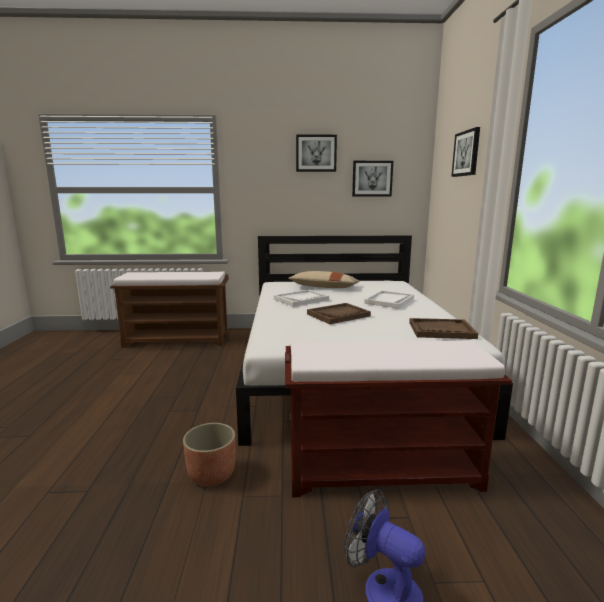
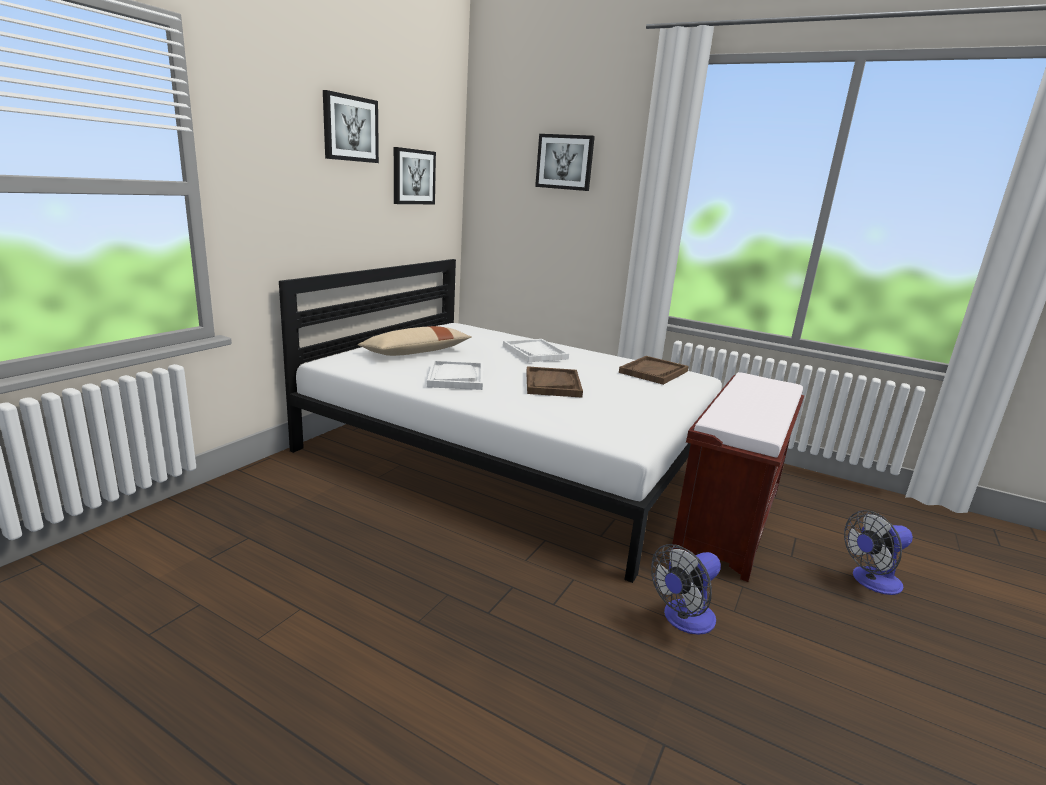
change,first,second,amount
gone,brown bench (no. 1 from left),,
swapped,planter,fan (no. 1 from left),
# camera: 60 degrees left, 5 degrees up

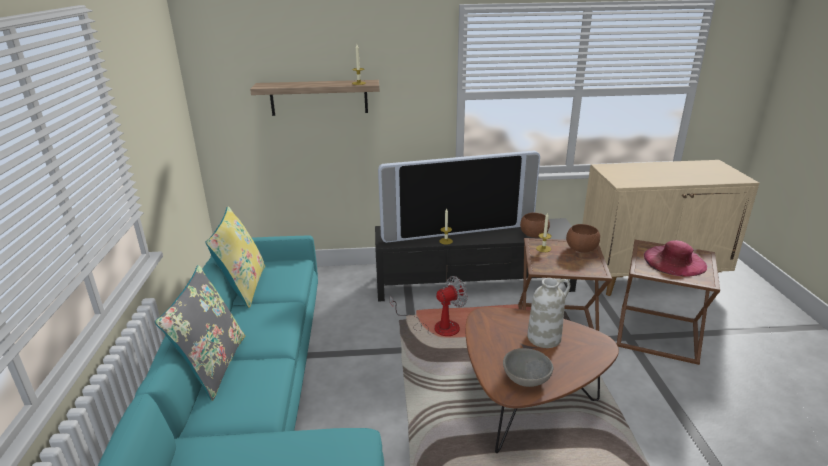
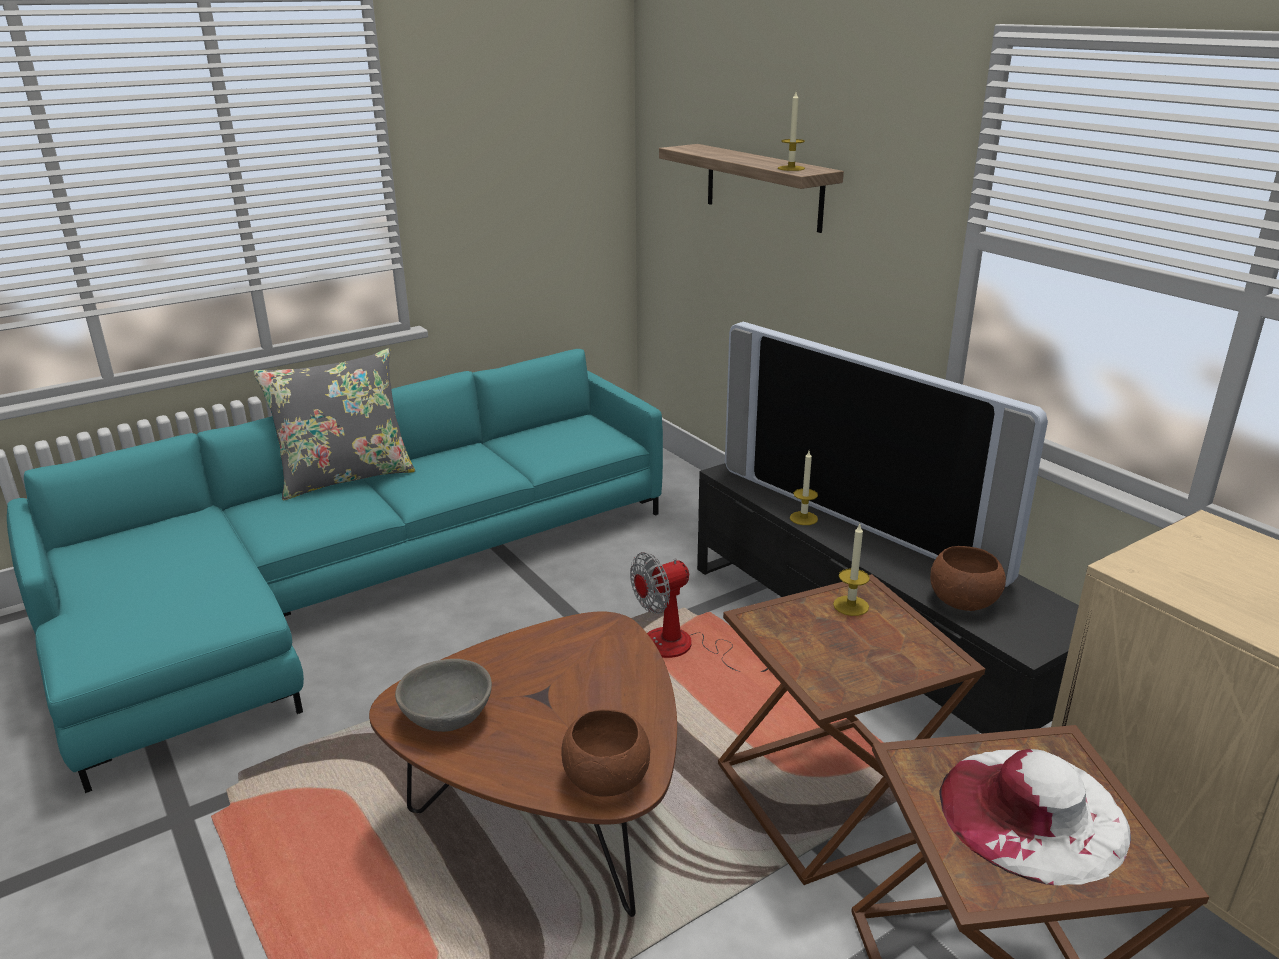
change,first,second,amount
gone,yellow pillow,,
rotated,fan,,120 degrees clockwise
gone,white vase,,
shifted,brown bowl (no. 2 from left in the first image),brown bowl (no. 1 from left),
repainted,pink hat,white hat,
# camera: 60 degrees right, 0 degrees up

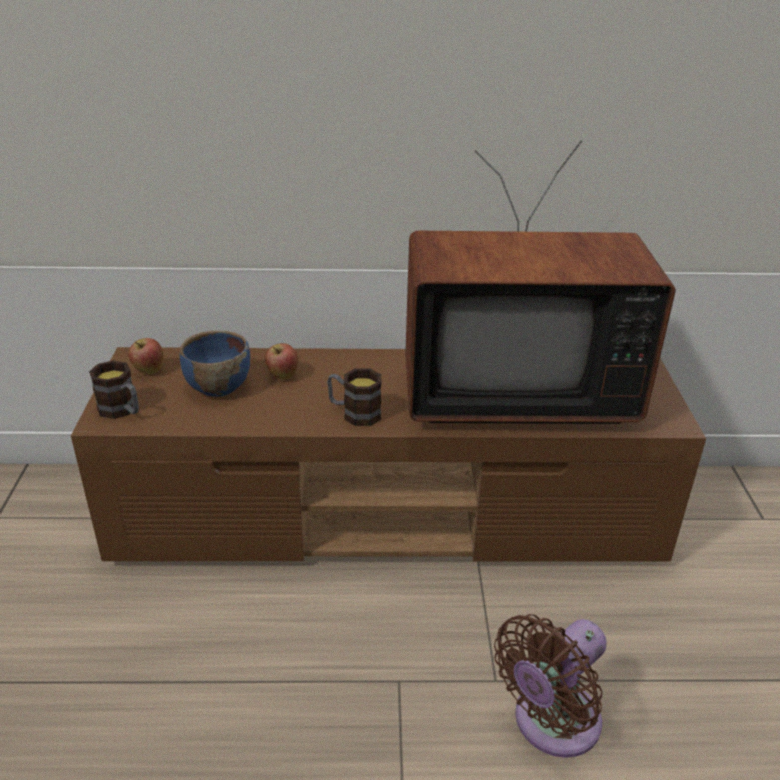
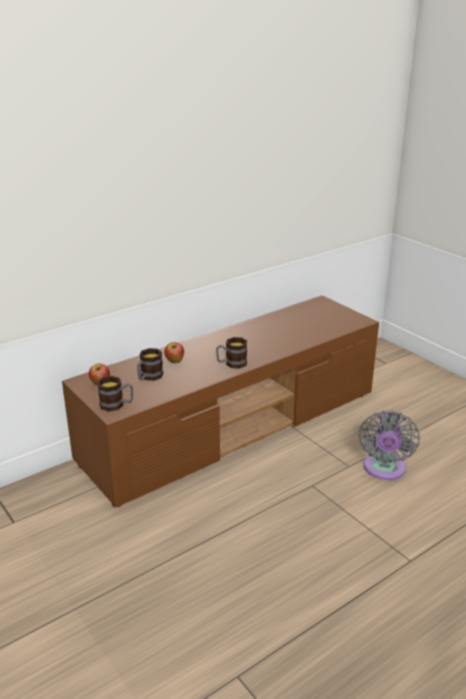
change,first,second,amount
swapped,blue bowl,mug (no. 2 from left),
gone,television,,
repainted,brown fan,grey fan,
# camera: 35 degrees left, 5 degrees down

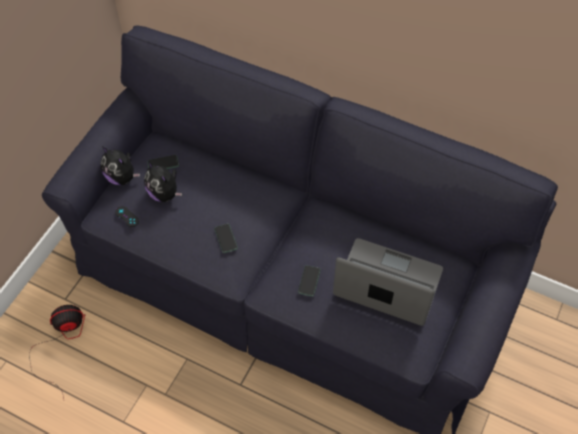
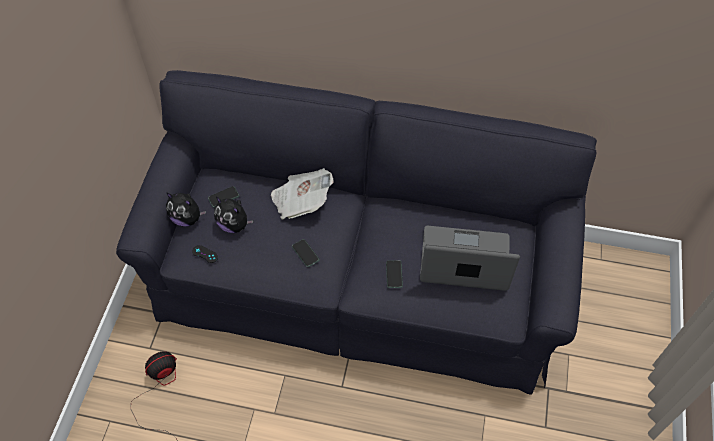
change,first,second,amount
new,,newspaper,
# camera: 15 degrees left, 0 degrees up

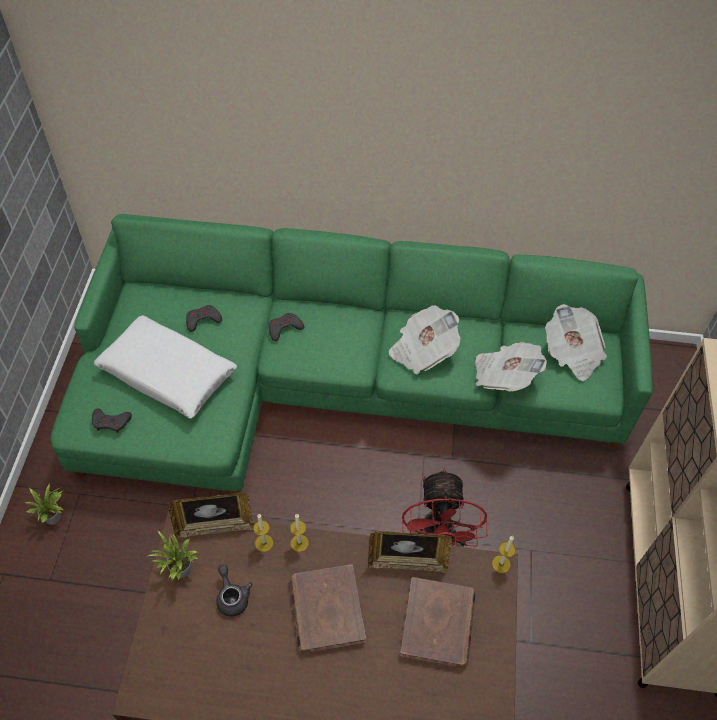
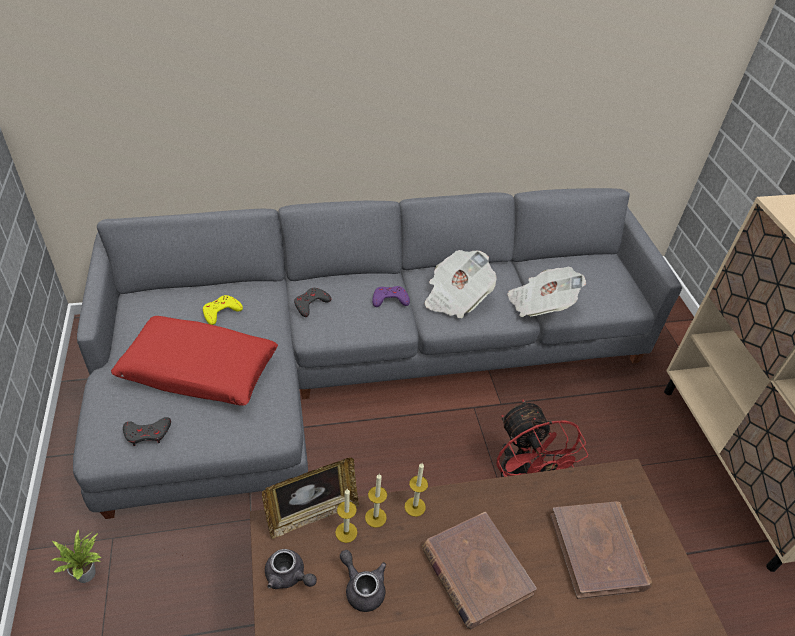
change,first,second,amount
repainted,green sofa,grey sofa,
repainted,white pillow,red pillow,
swapped,potted plant (no. 2 from left),grey teapot (no. 1 from left),
repainted,grey game controller (no. 2 from left),yellow game controller,
gone,picture frame (no. 2 from left),,
shifted,candle (no. 3 from left in the first image),candle (no. 1 from left),
gone,newspaper (no. 3 from left),,
new,,purple game controller,
# camera: 20 degrees left, 10 degrees down

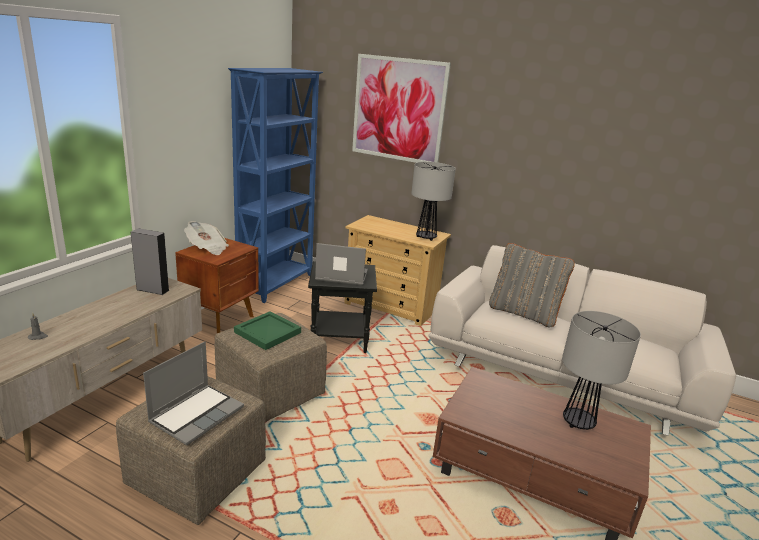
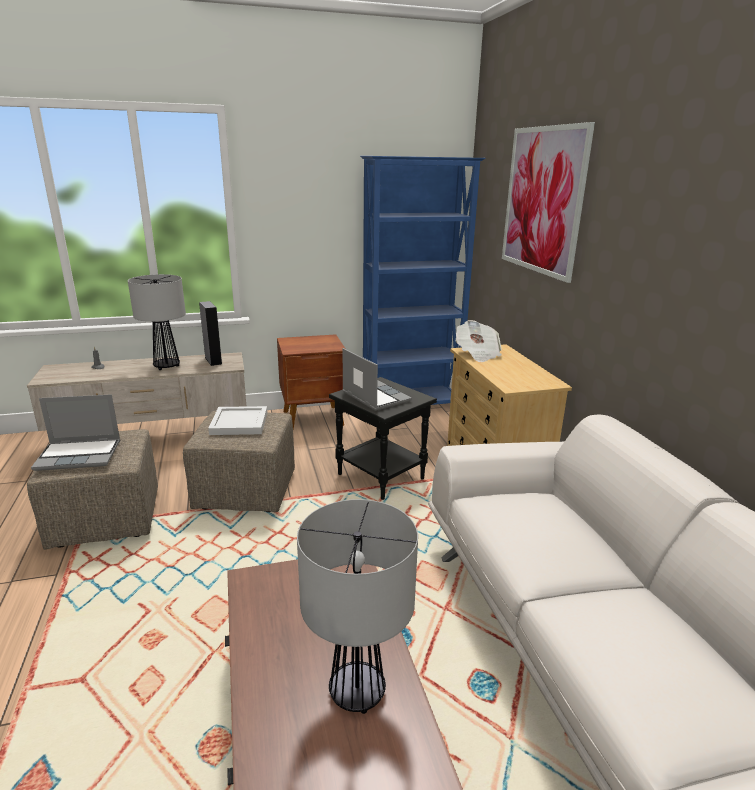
change,first,second,amount
shifted,newspaper,,
repainted,green tray,white tray,
shifted,table lamp (no. 1 from left),,
gone,grey pillow,,
# camera: 50 degrees right, 0 degrees up

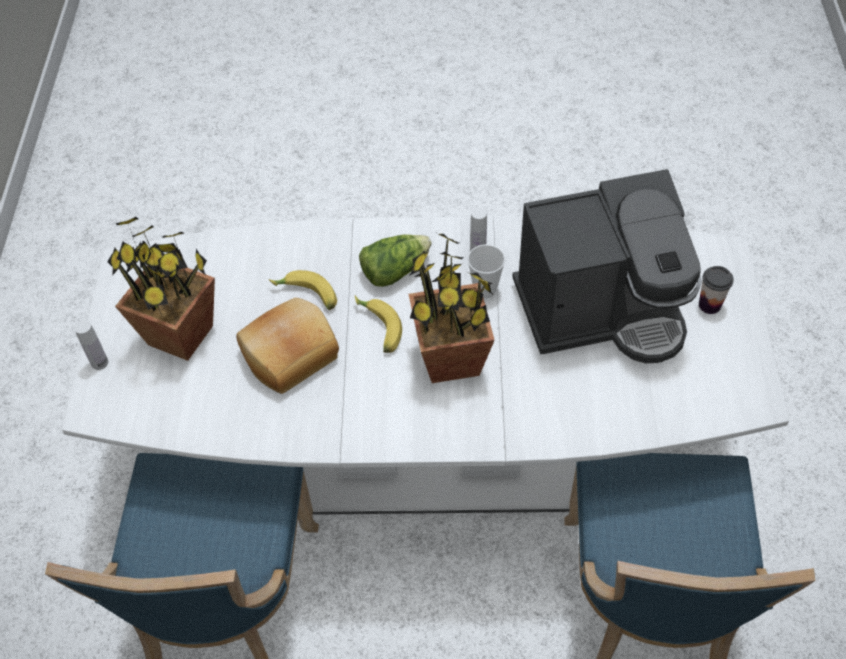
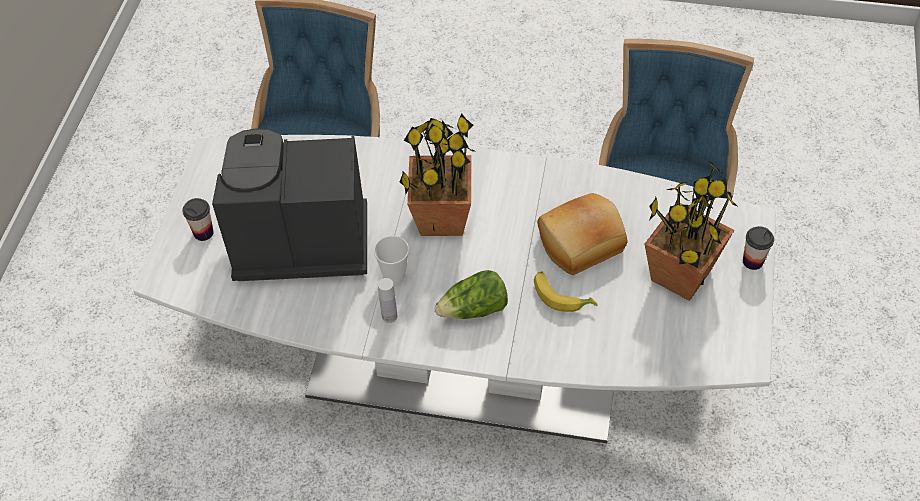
change,first,second,amount
swapped,white bottle (no. 1 from left),cup (no. 3 from left),
gone,banana (no. 2 from left),,
# camera: 170 degrees left, 0 degrees up

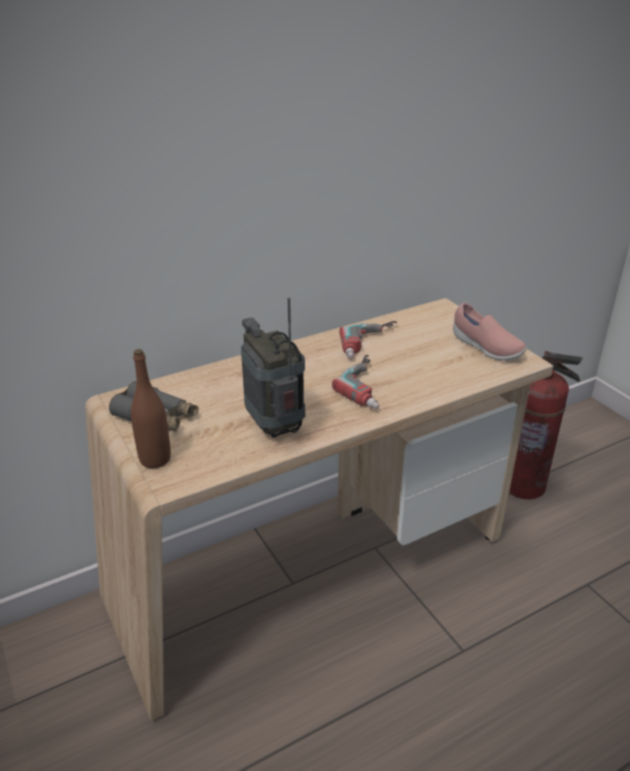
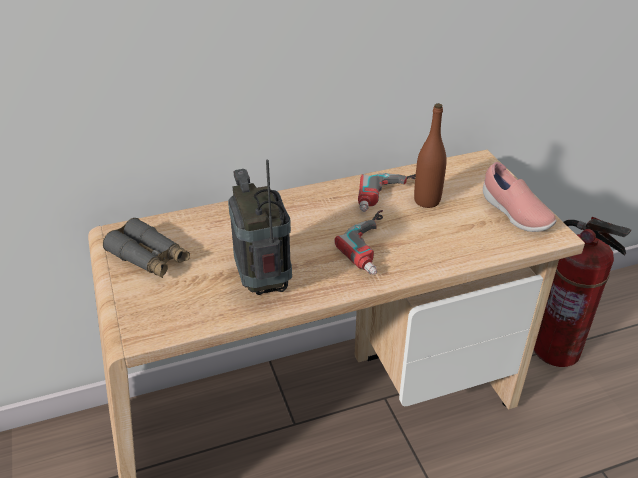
change,first,second,amount
shifted,brown bottle,,
# camera: 10 degrees right, 5 degrees up

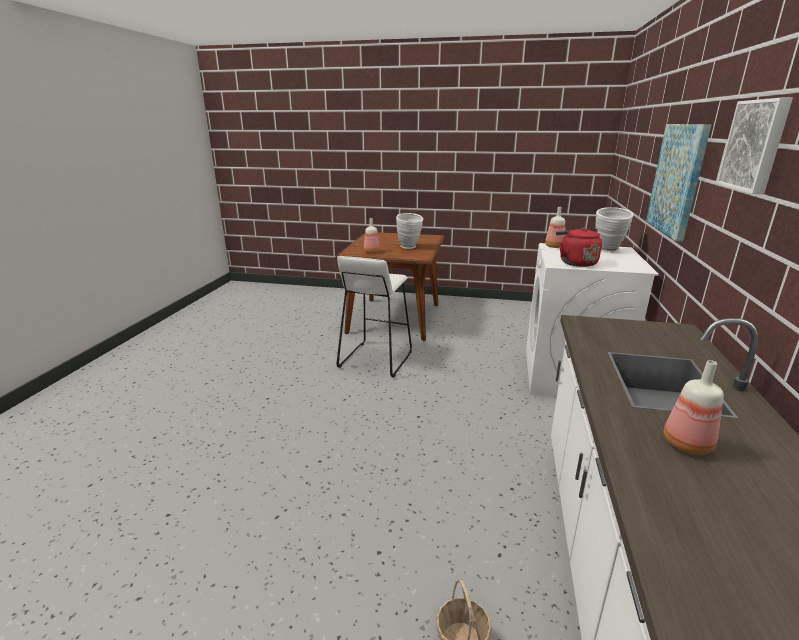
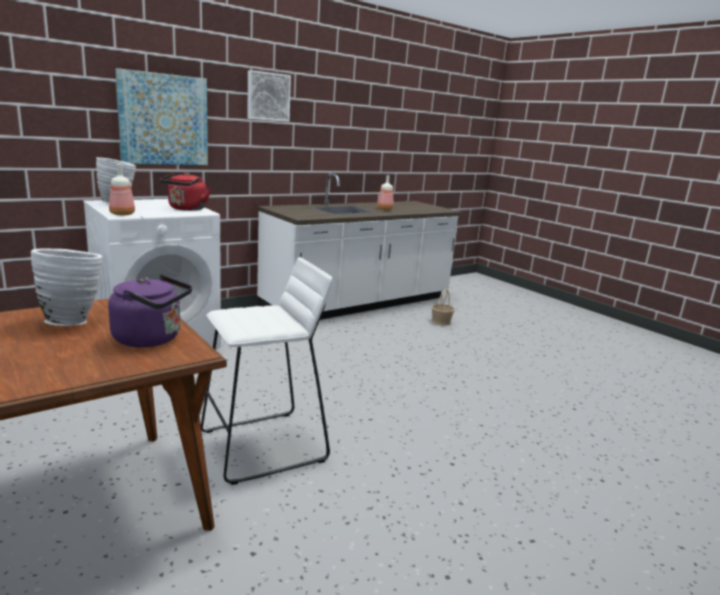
change,first,second,amount
swapped,bottle (no. 1 from left),purple kettle,
# camera: 140 degrees left, 5 degrees down

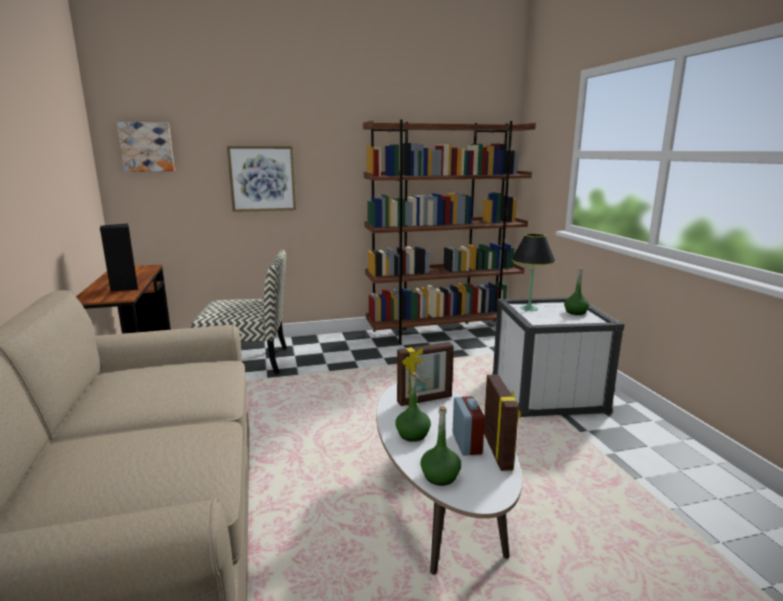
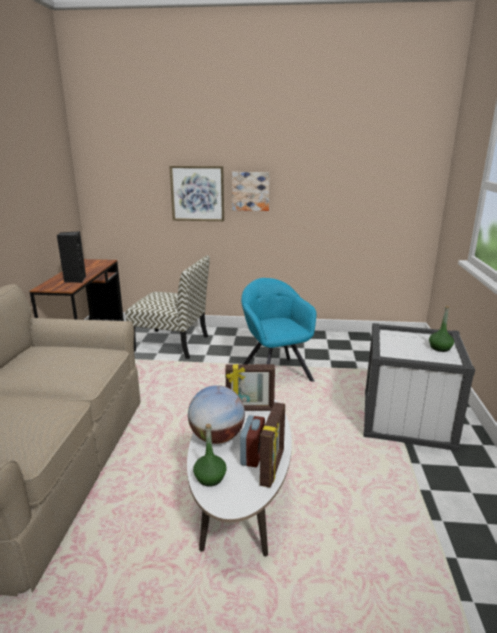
change,first,second,amount
shifted,picture (no. 1 from left in the first image),picture (no. 2 from left),
gone,brown bookcase,,
swapped,green bottle (no. 1 from left),globe,
gone,black table lamp,,
new,,turquoise armchair,
# camera: 20 degrees right, 5 degrees up

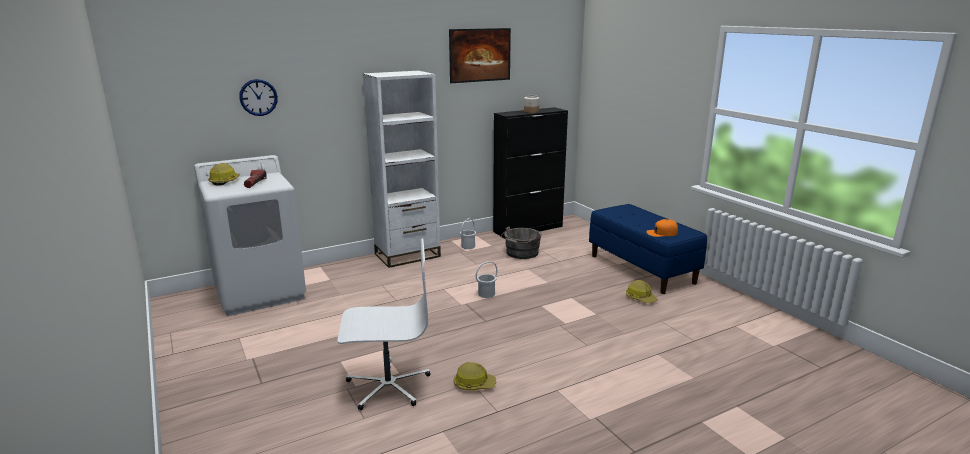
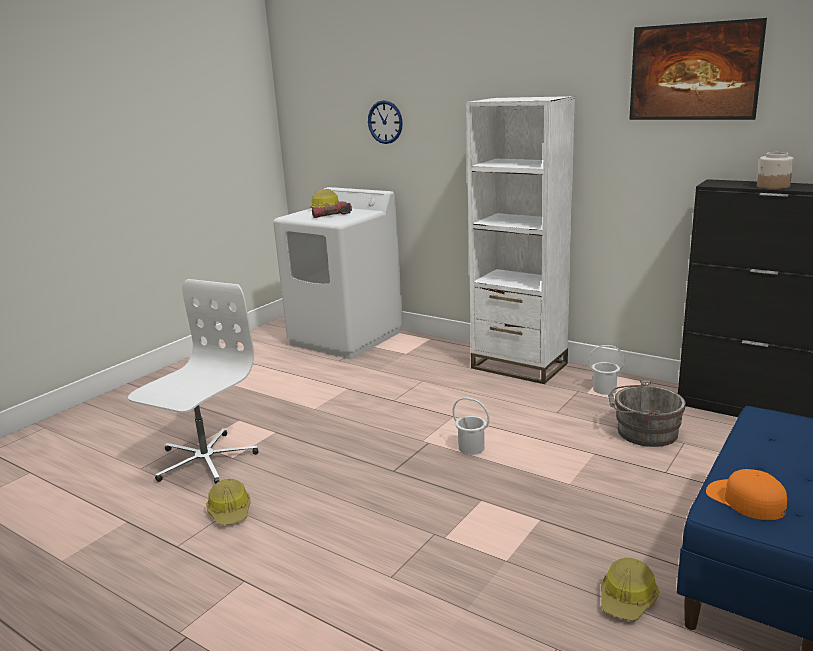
change,first,second,amount
rotated,white office chair,,120 degrees counterclockwise
# camera: 65 degrees right, 0 degrees up

